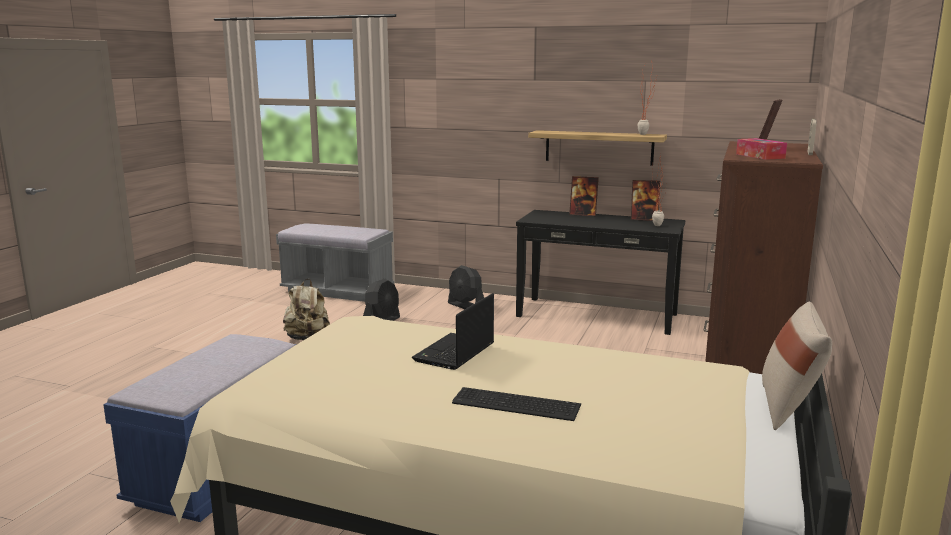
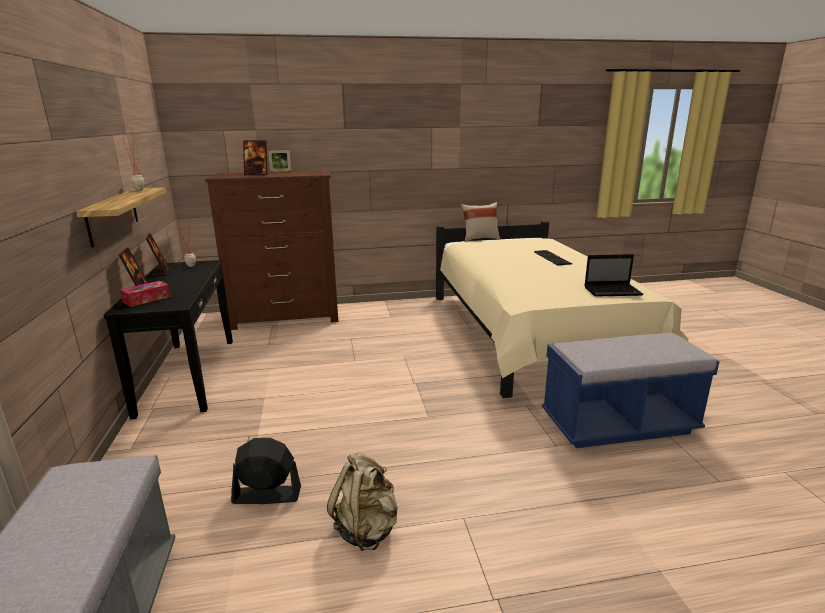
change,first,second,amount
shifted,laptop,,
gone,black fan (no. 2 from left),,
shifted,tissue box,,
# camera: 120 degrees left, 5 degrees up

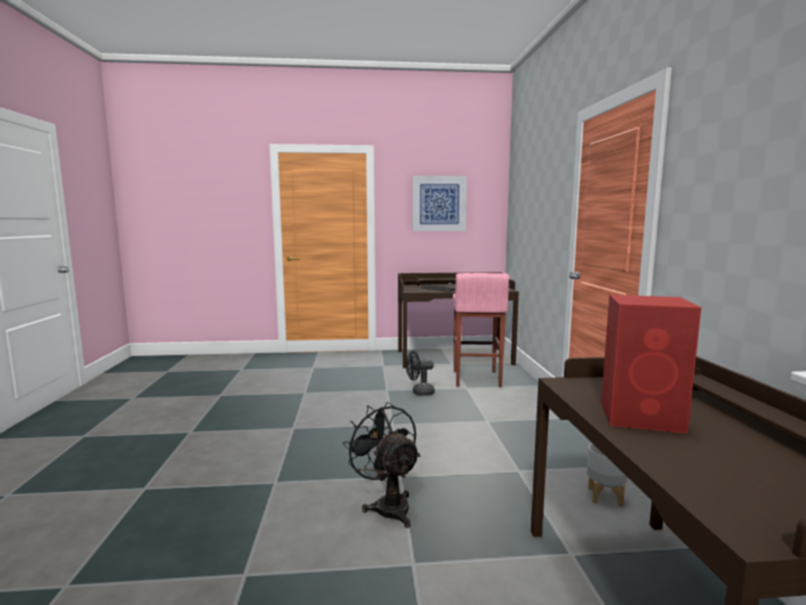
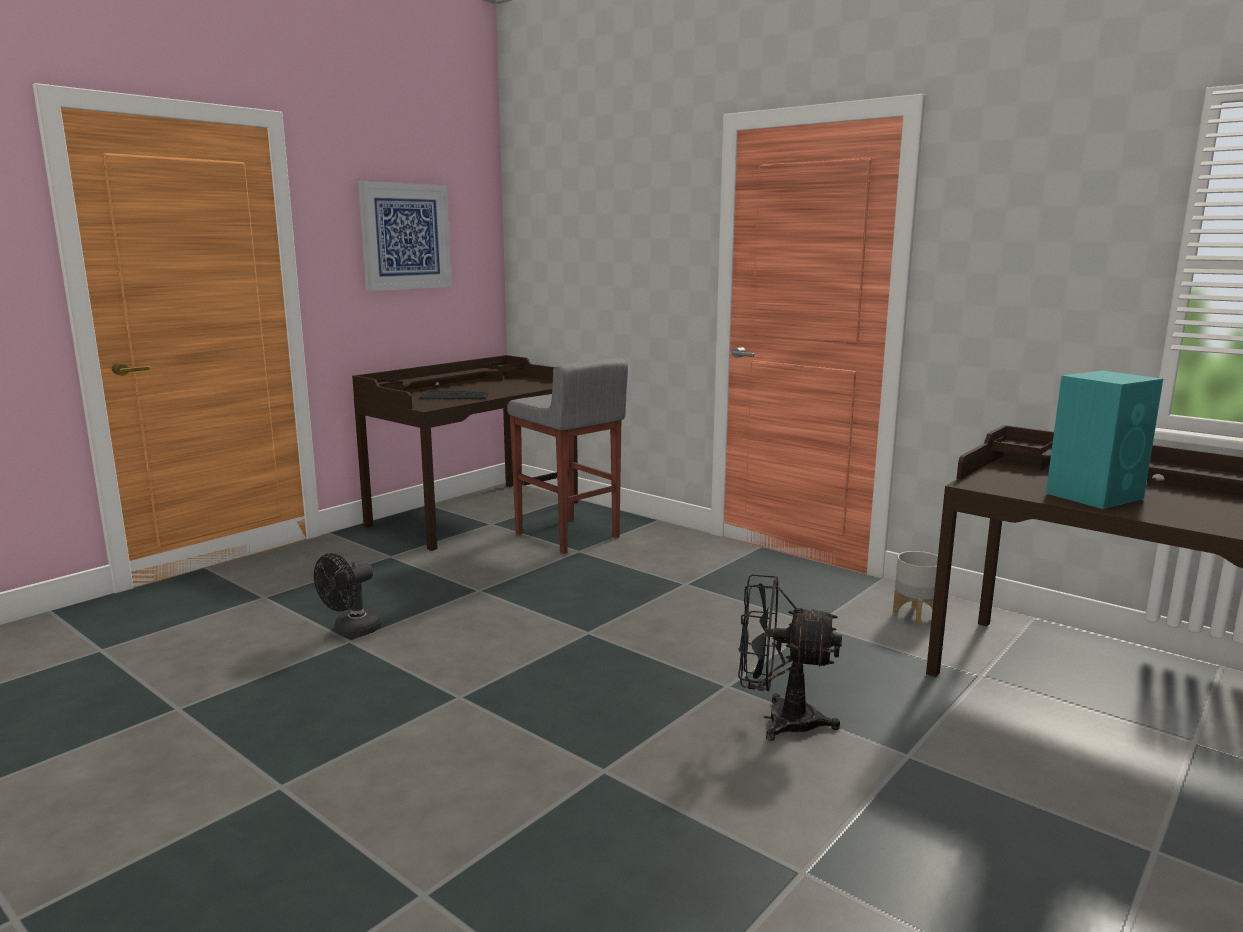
change,first,second,amount
shifted,black fan (no. 2 from left in the first image),black fan (no. 1 from left),
repainted,pink stool,grey stool,
repainted,red speaker,turquoise speaker,
# camera: 45 degrees left, 5 degrees up

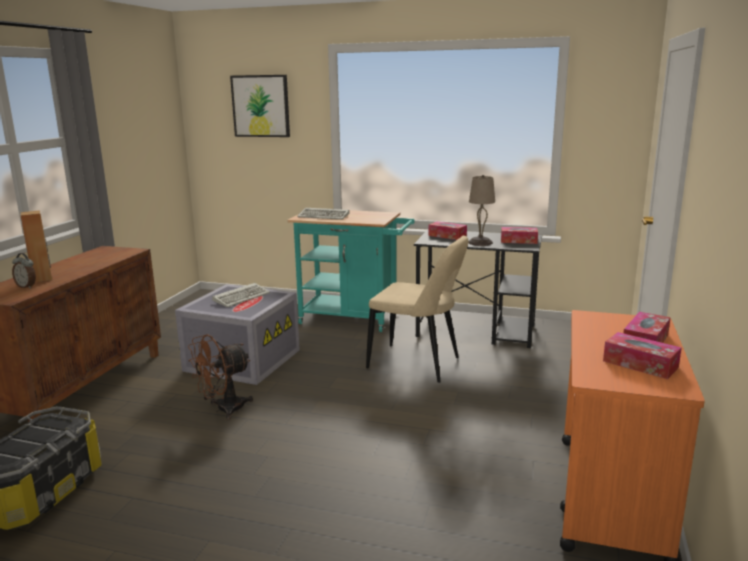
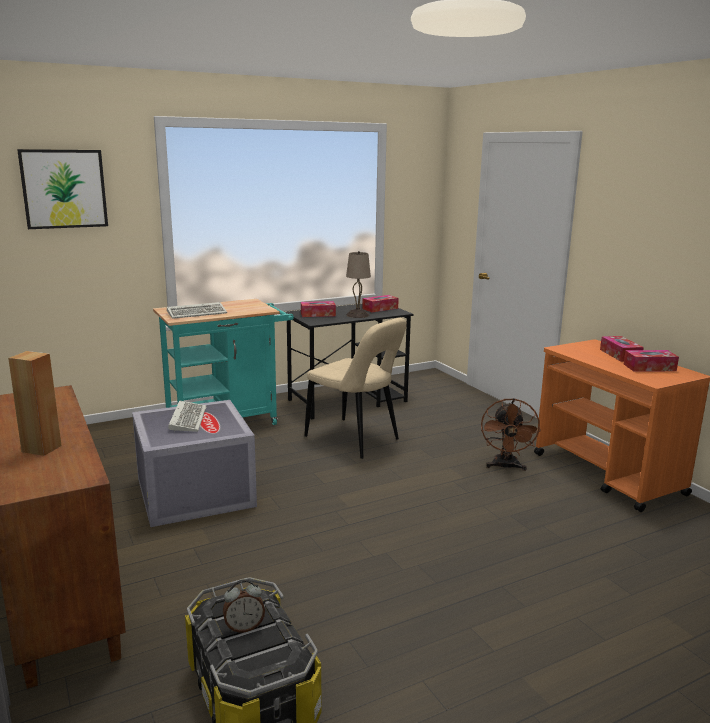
change,first,second,amount
shifted,alarm clock,,
shifted,brown fan,,
rotated,beige chair,,60 degrees clockwise
# camera: 45 degrees left, 0 degrees up

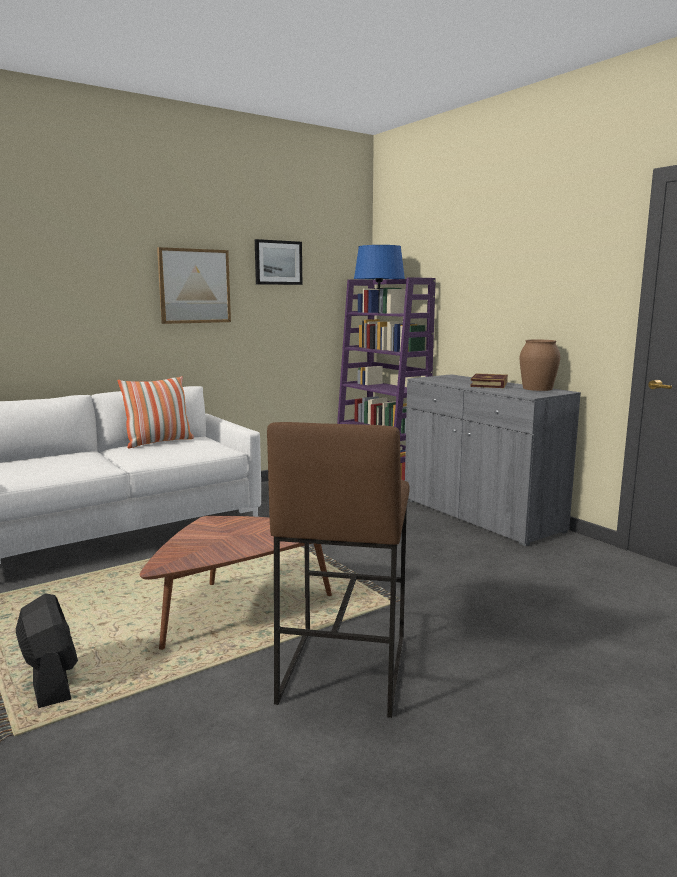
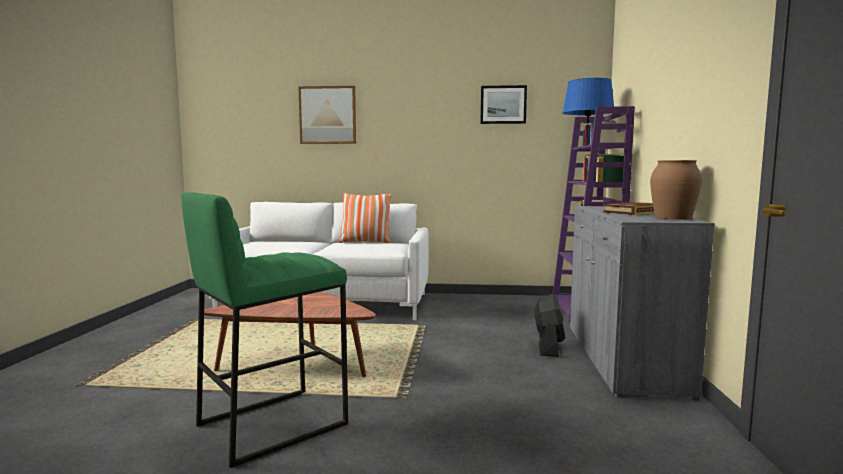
change,first,second,amount
shifted,black fan,,
shifted,picture (no. 1 from left),,
repainted,brown stool,green stool,
# camera: 40 degrees right, 5 degrees down

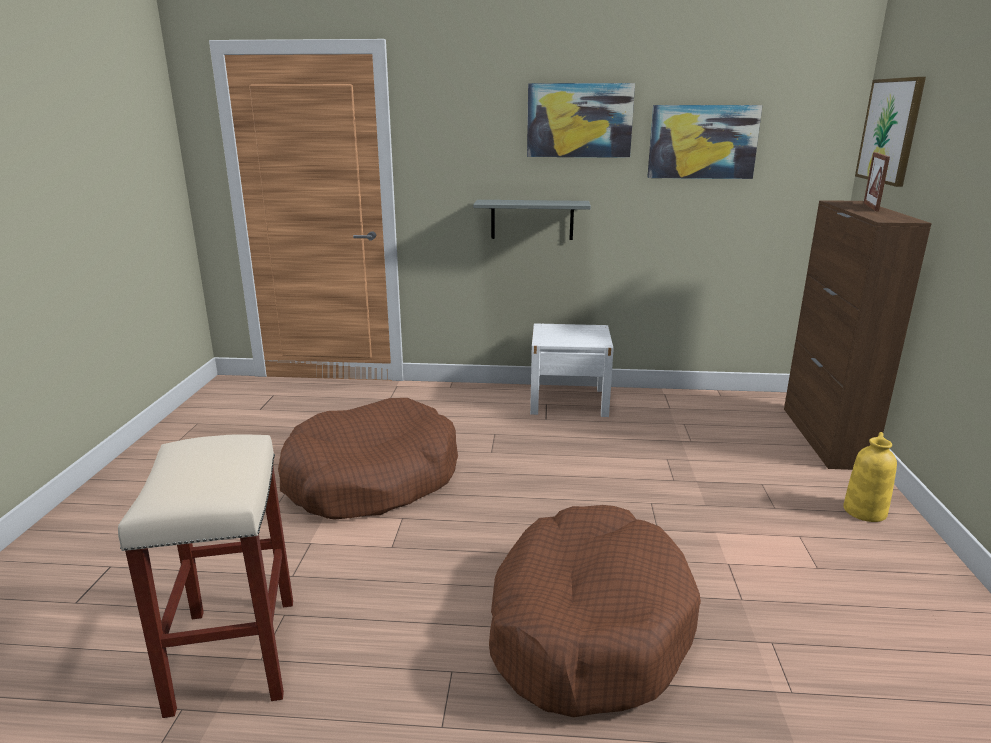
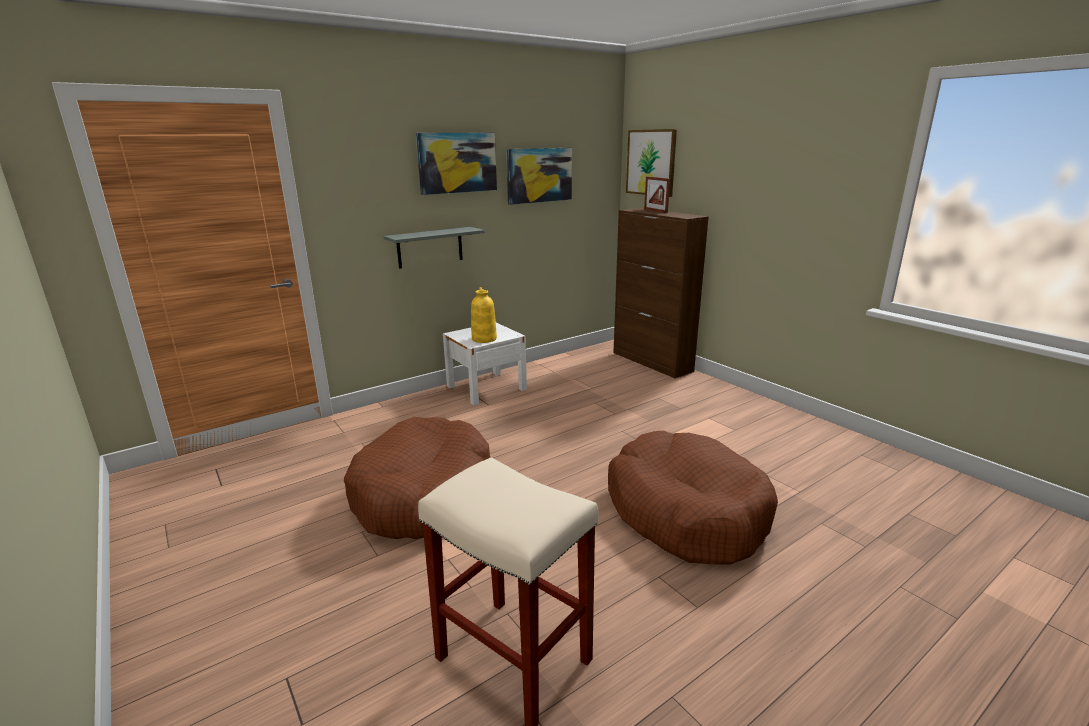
change,first,second,amount
shifted,yellow vase,,
# camera: 40 degrees left, 0 degrees up

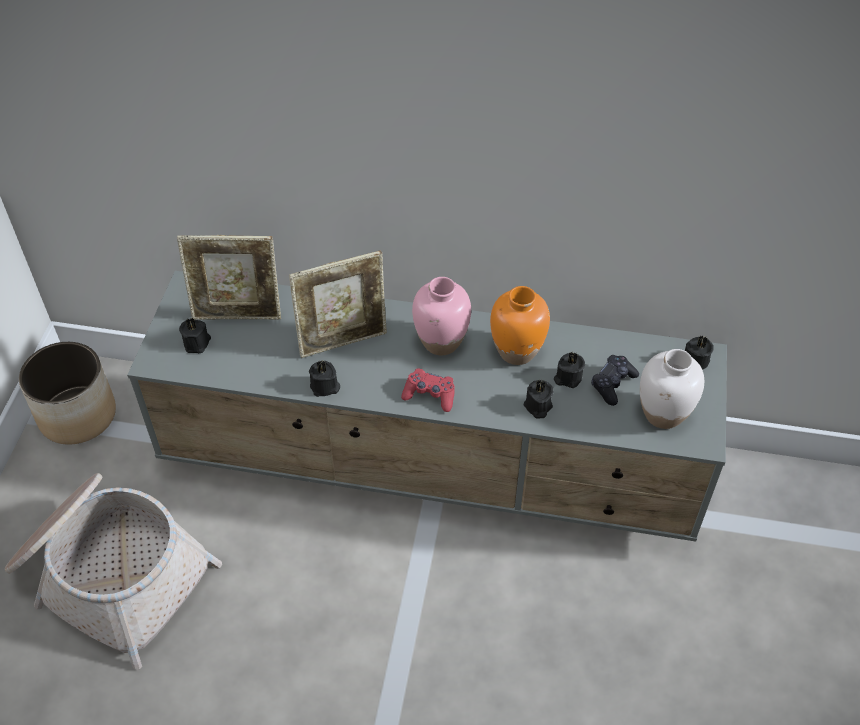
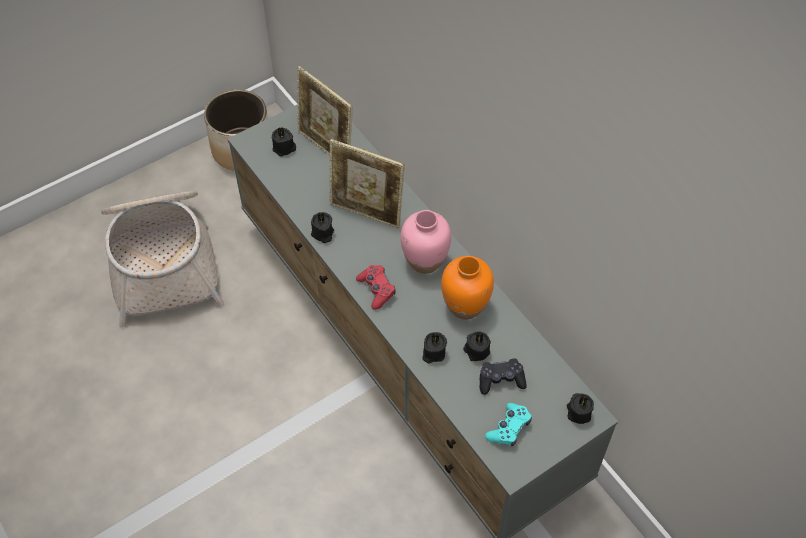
change,first,second,amount
swapped,white vase,turquoise game controller,
# camera: 45 degrees right, 5 degrees up

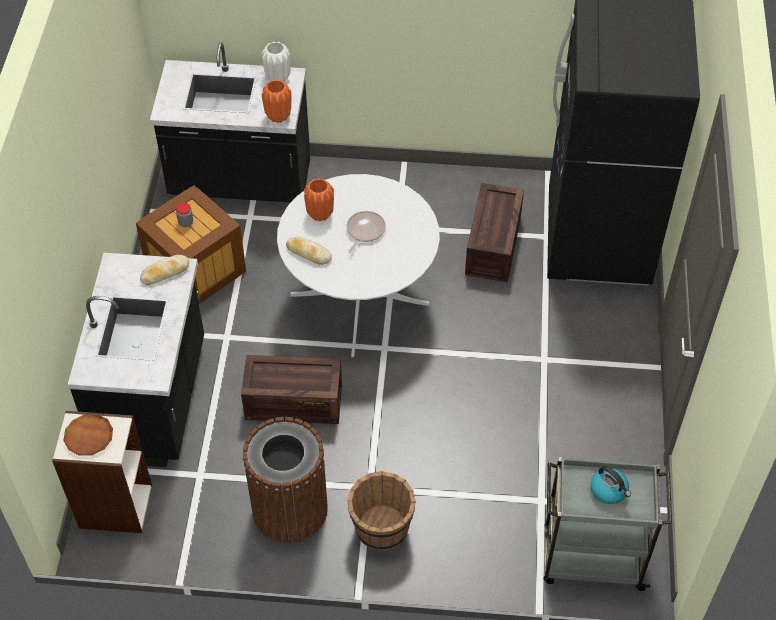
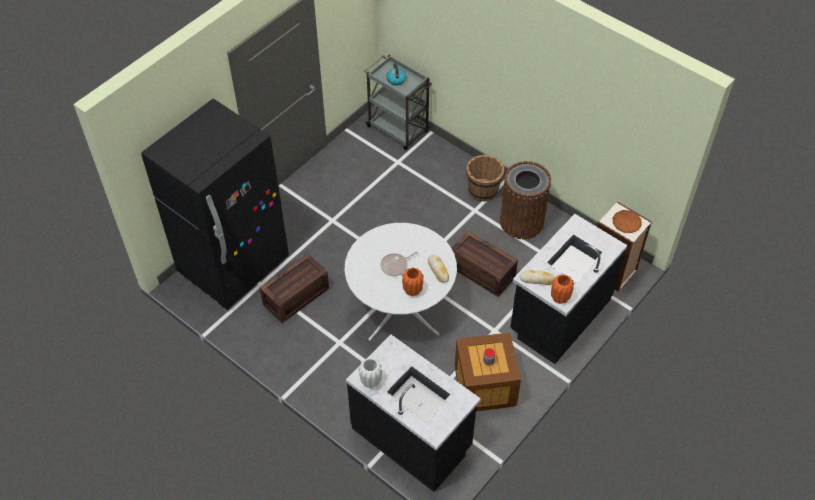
change,first,second,amount
shifted,orange vase (no. 1 from left in the first image),orange vase (no. 2 from left),
# camera: 145 degrees left, 0 degrees up

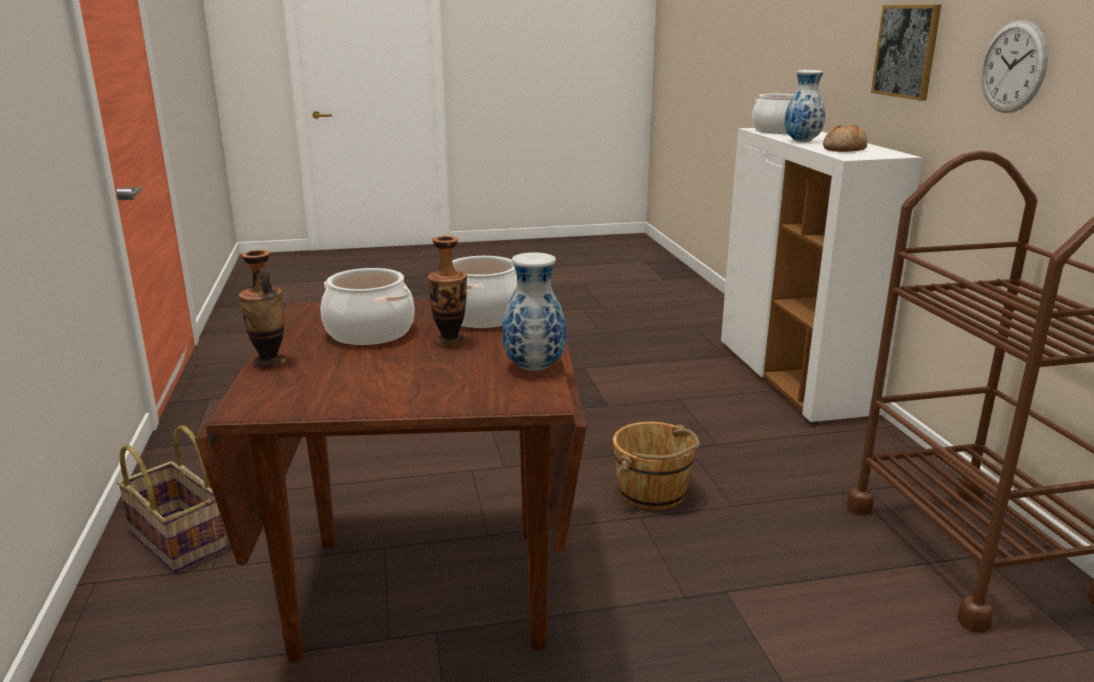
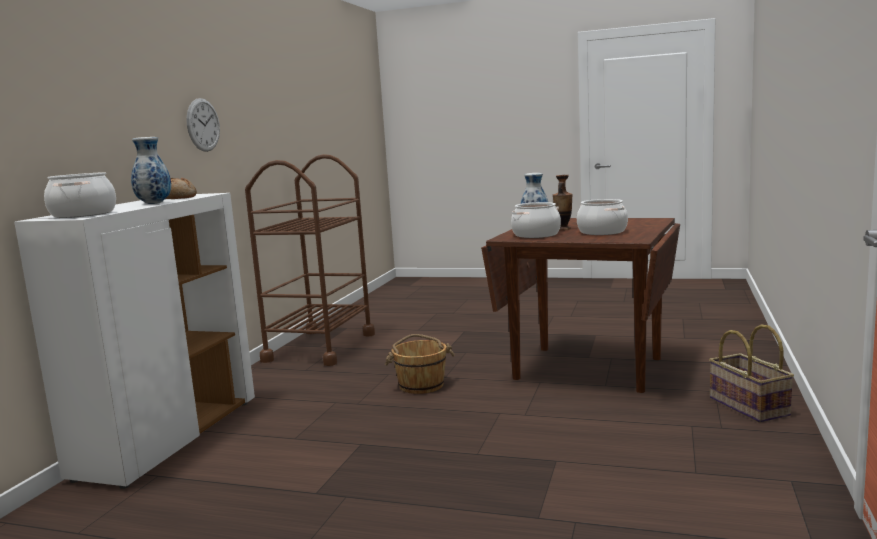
change,first,second,amount
gone,vase (no. 1 from left),,
gone,picture,,
# camera: 150 degrees left, 10 degrees down

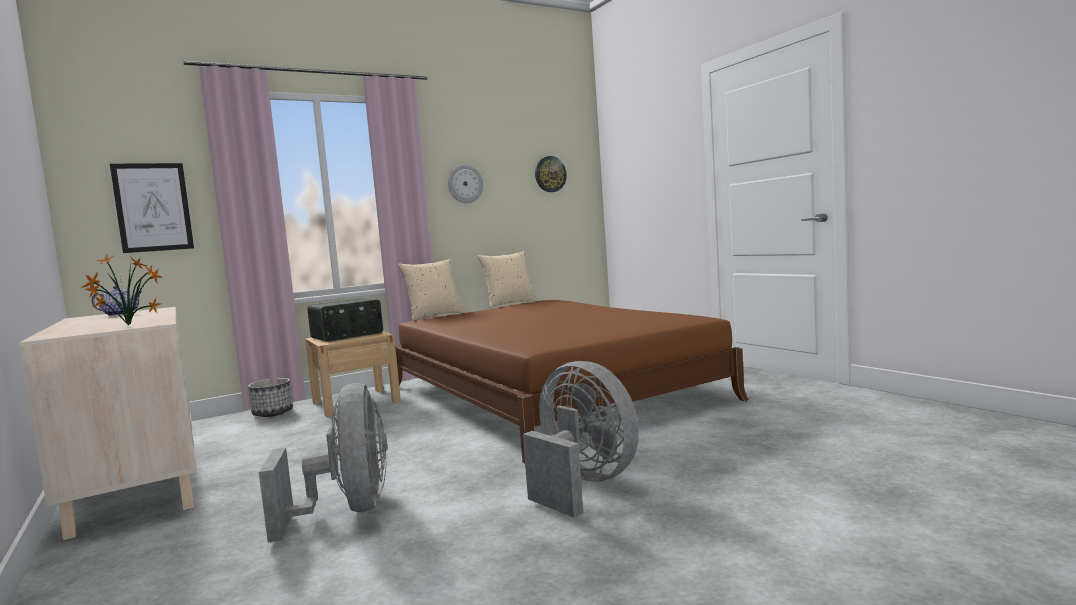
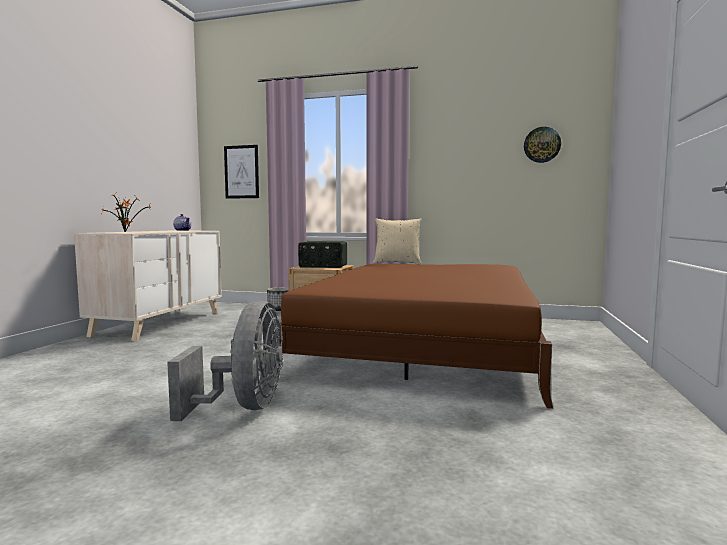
change,first,second,amount
gone,grey fan (no. 1 from left),,
gone,wall clock (no. 1 from left),,
gone,beige pillow (no. 2 from left),,
# camera: 45 degrees right, 0 degrees up

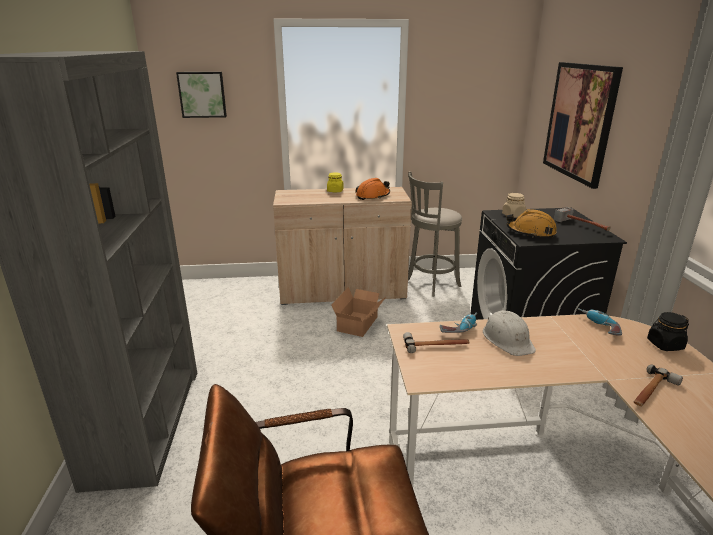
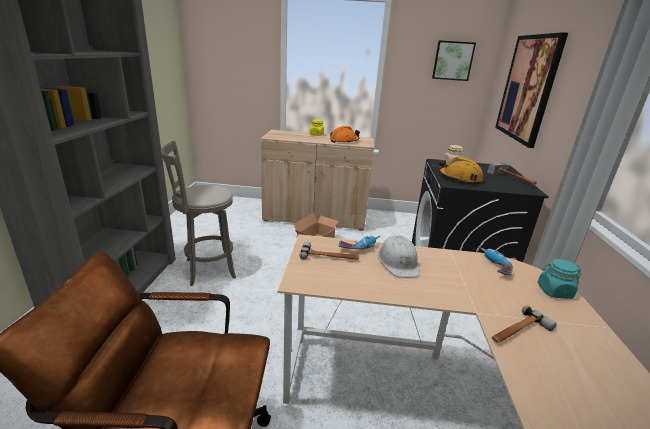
change,first,second,amount
shifted,picture (no. 1 from left),,
shifted,grey stool,,
repainted,black jar,turquoise jar,
# camera: 10 degrees right, 0 degrees up

